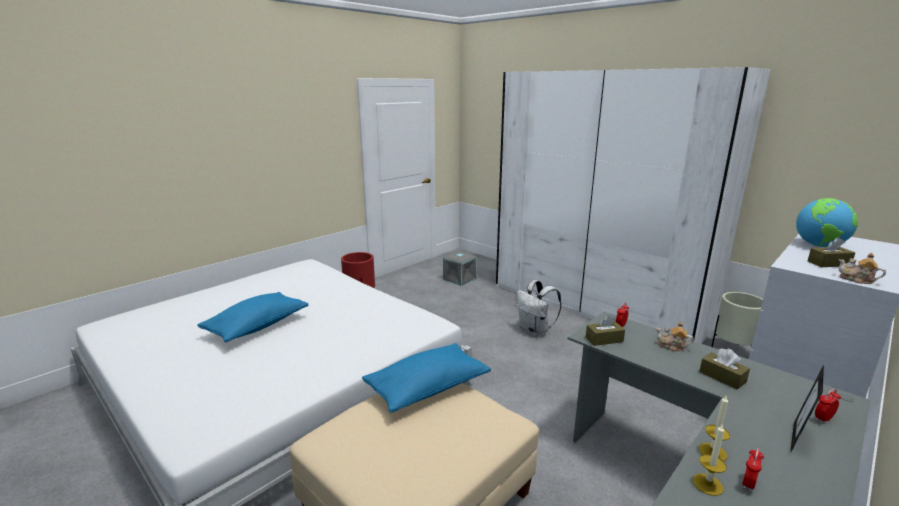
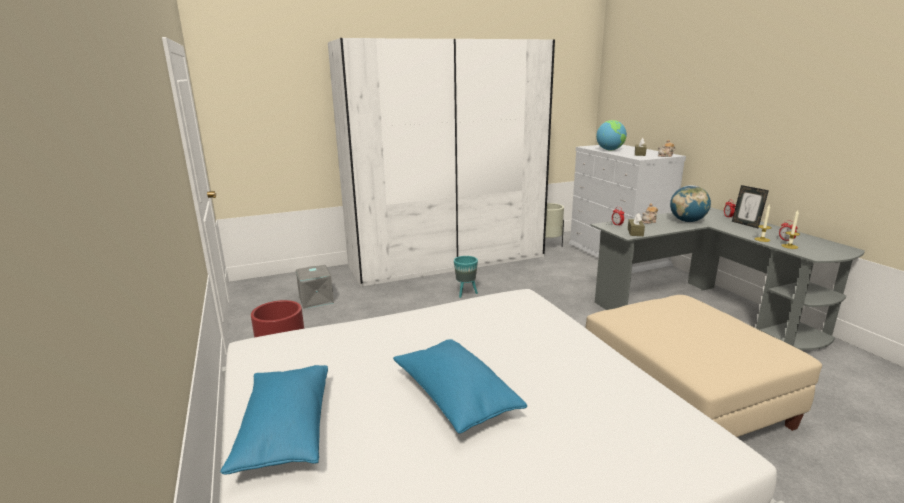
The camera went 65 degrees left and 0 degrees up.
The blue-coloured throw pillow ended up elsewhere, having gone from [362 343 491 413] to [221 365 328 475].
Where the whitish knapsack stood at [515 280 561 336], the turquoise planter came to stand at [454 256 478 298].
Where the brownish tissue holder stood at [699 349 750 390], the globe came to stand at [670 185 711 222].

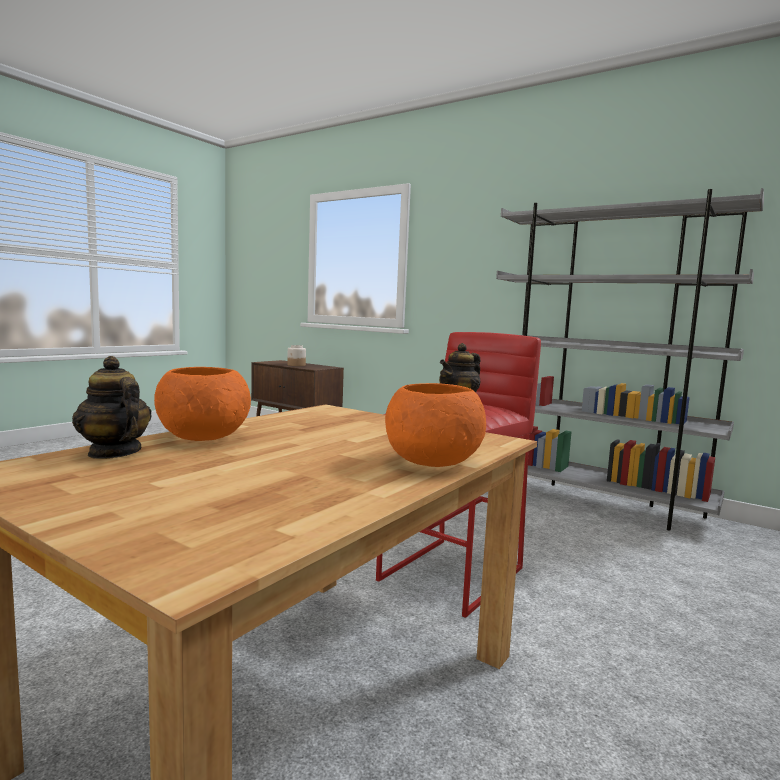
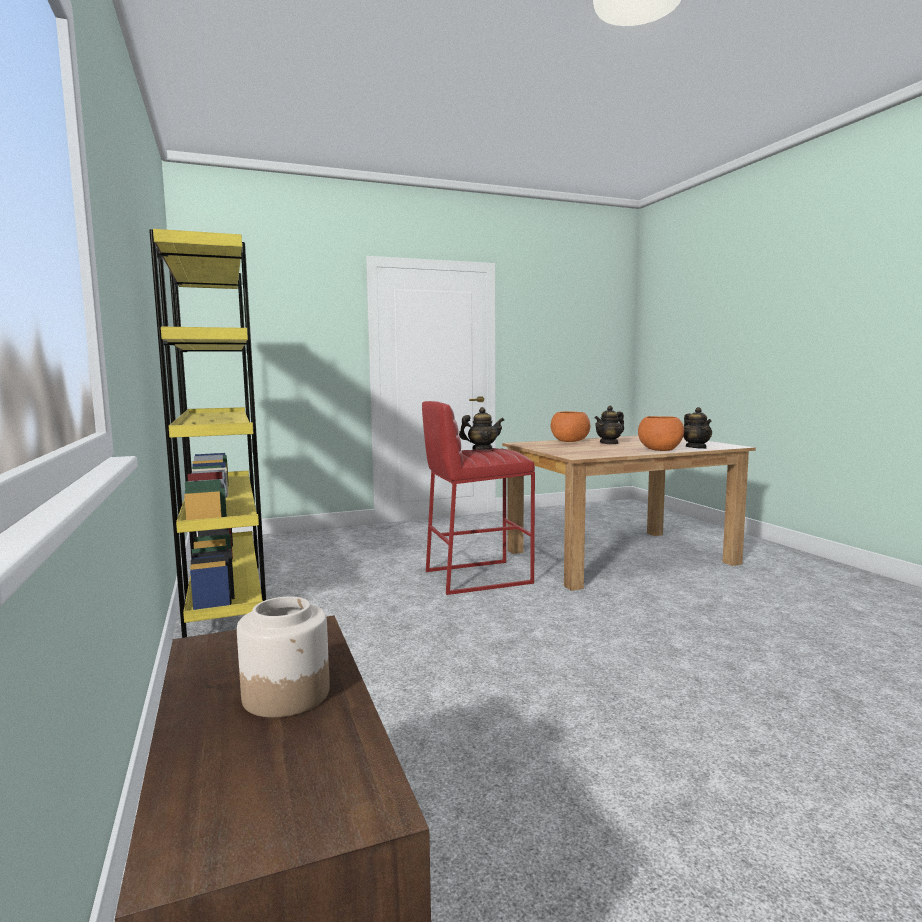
The camera went 145 degrees left and 0 degrees up.
What was the greyish shelving unit at [496 188 764 531] turned into the yellow-coloured shelving unit at [149 229 266 638].
The second view gained the tea pot at [595 406 624 444].

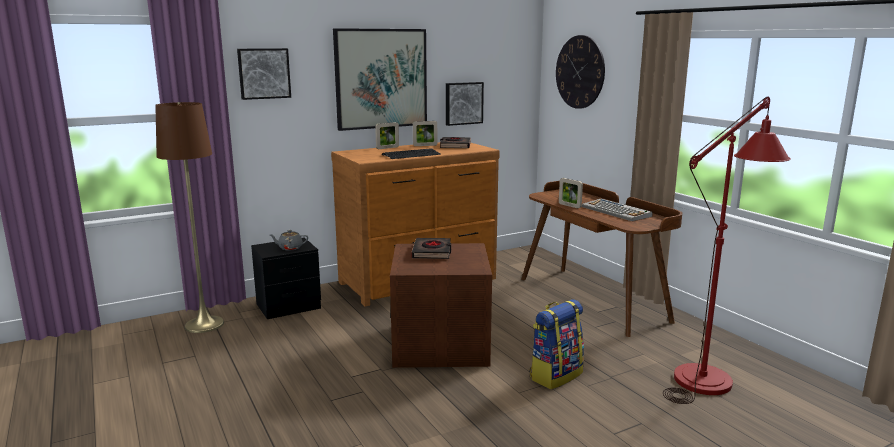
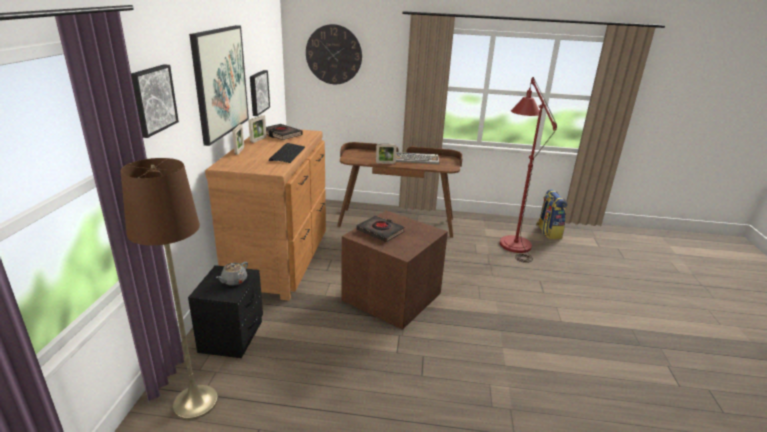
The camera went 55 degrees left and 10 degrees up.
The knapsack ended up elsewhere, having gone from [530 299 584 389] to [536 189 567 239].

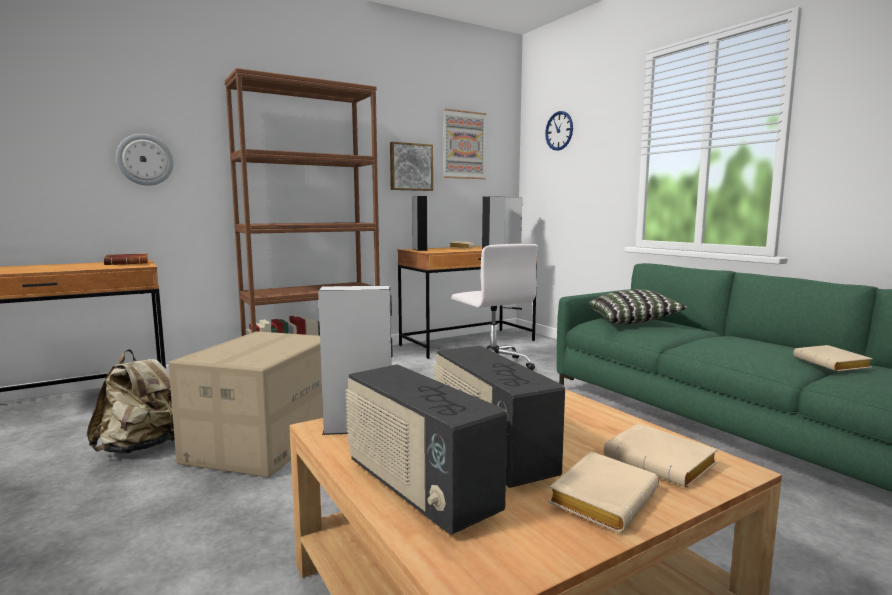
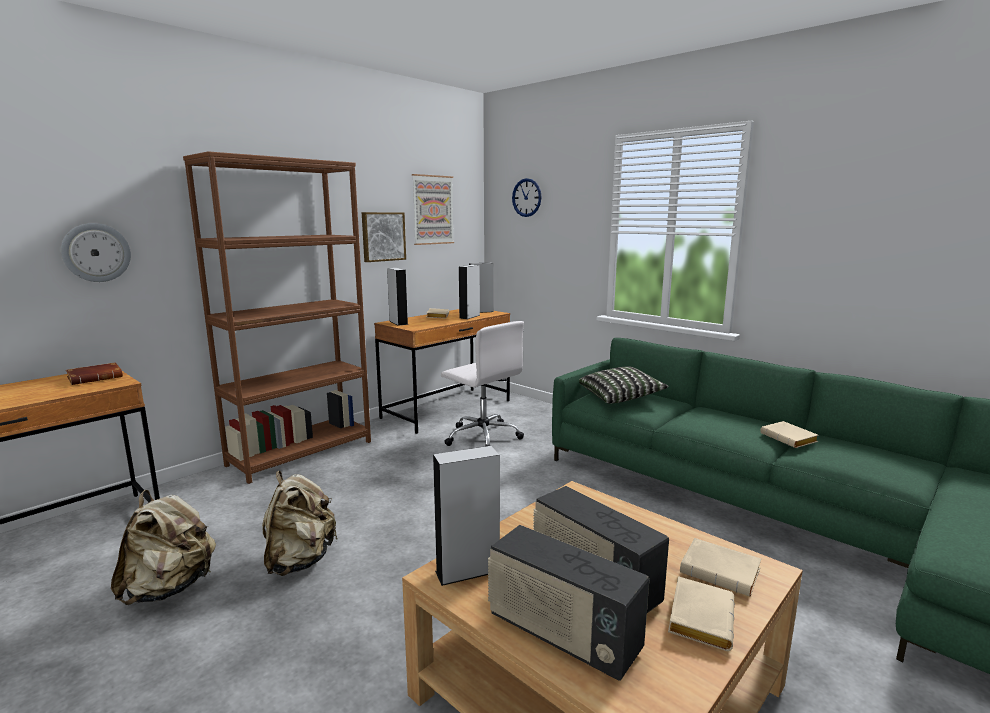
The camera went 15 degrees left and 5 degrees up.
Where the carton stood at [168 331 323 478], the sand-coloured knapsack came to stand at [262 471 338 576].

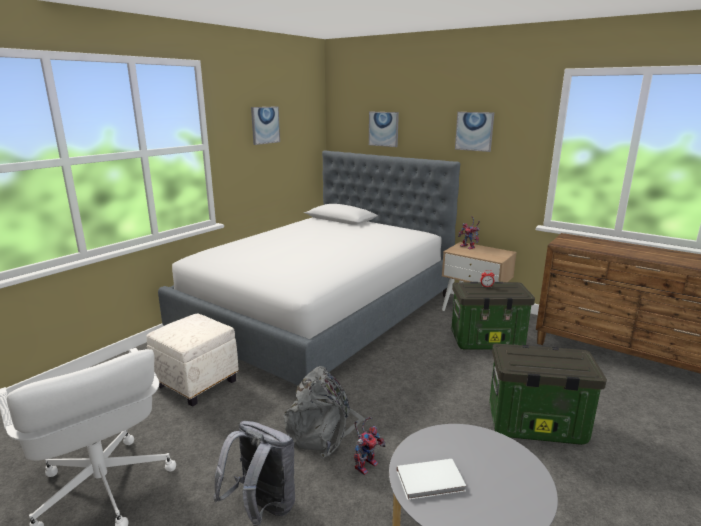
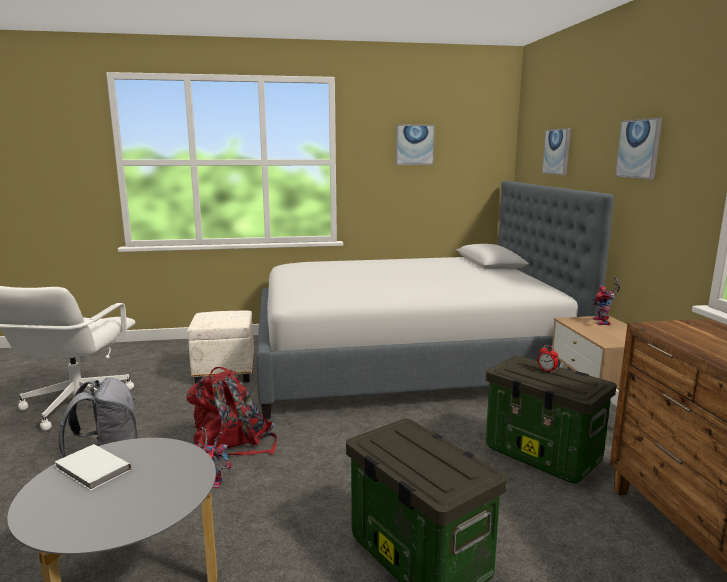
The camera went 45 degrees right and 5 degrees down.
What was the greyish knapsack at [284 366 368 458] turned into the reddish knapsack at [187 367 277 456].

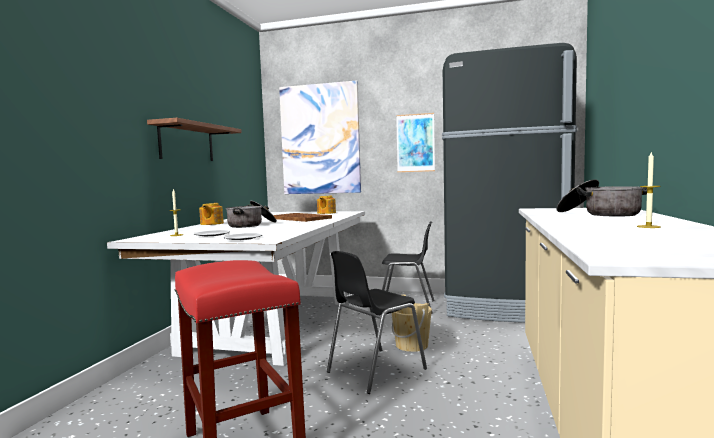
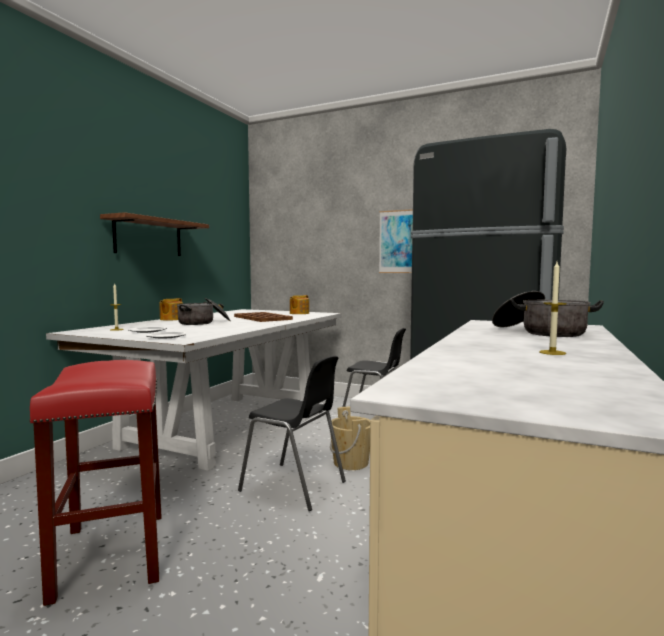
The camera went 10 degrees right and 0 degrees up.
The second view lost the picture at [279 80 361 194].
The black-coloured plain chair at [327 251 427 394] ended up facing another way, 120 degrees counterclockwise from before.

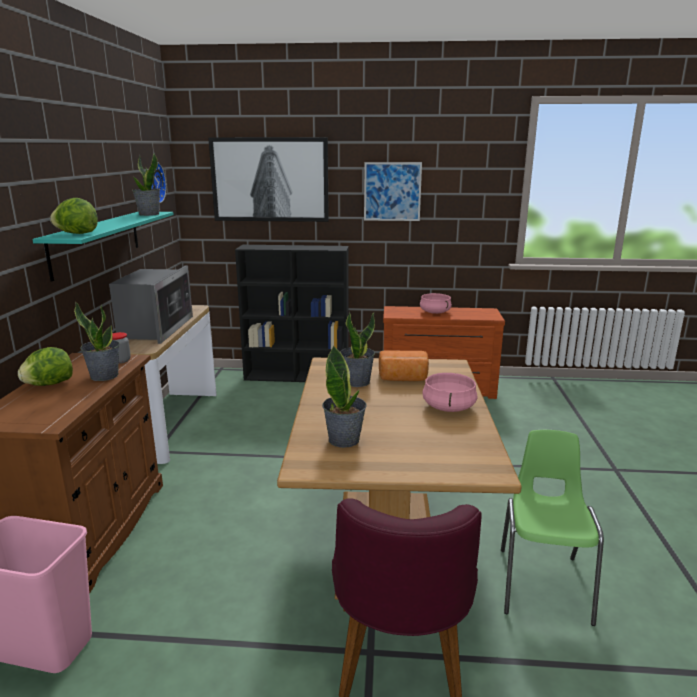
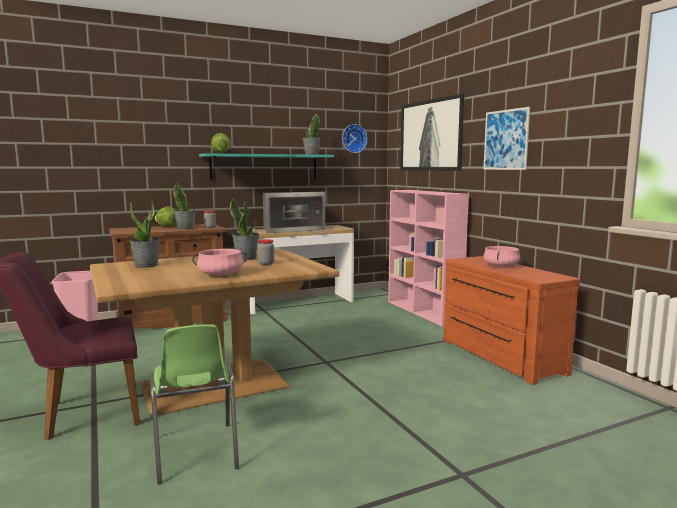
The camera went 60 degrees right and 10 degrees down.
What was the black-coloured shelving unit at [235 245 349 382] turned into the pink shelving unit at [388 190 469 326].
Where the baked bread stood at [379 350 429 381], the storage jar came to stand at [257 239 274 265].
The green plain chair at [501 430 604 626] ended up facing another way, 90 degrees clockwise from before.

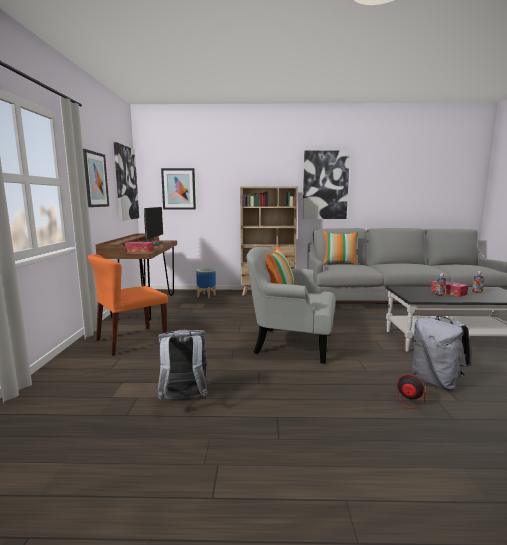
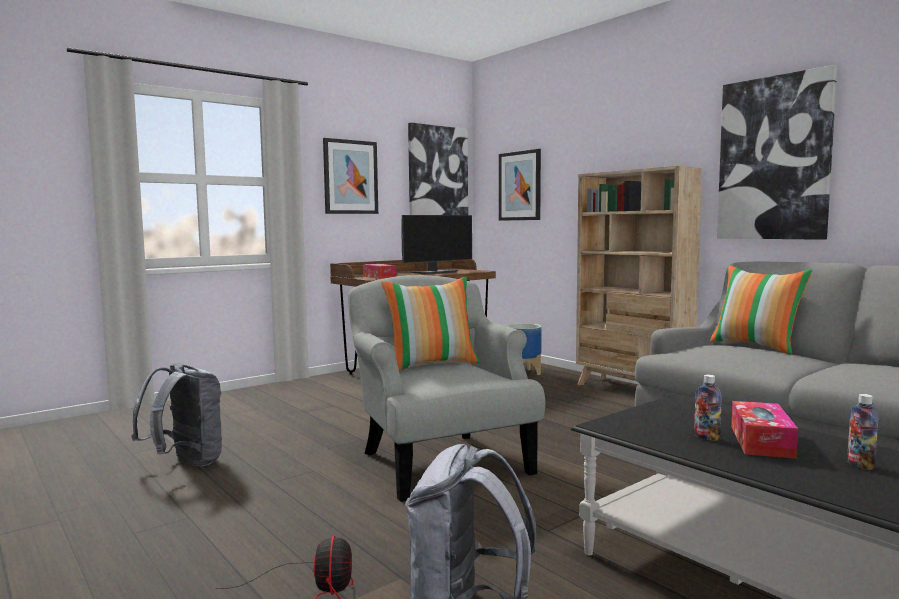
The camera went 50 degrees right and 5 degrees down.
The second view lost the orange plain chair at [88 254 168 356].

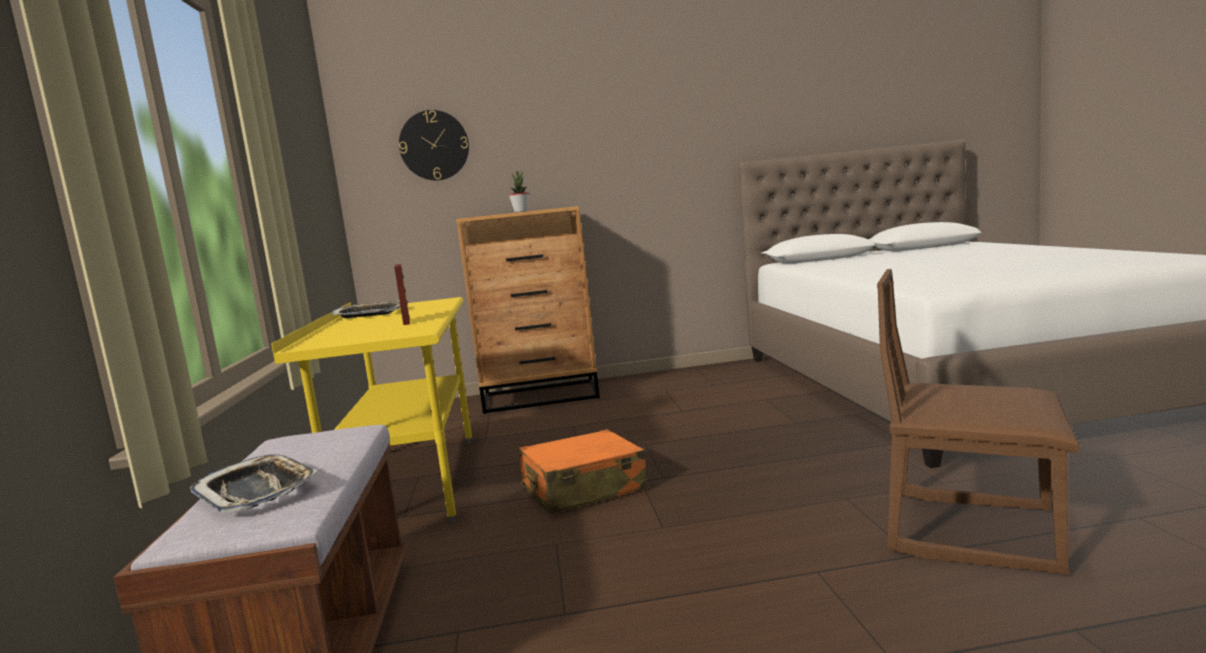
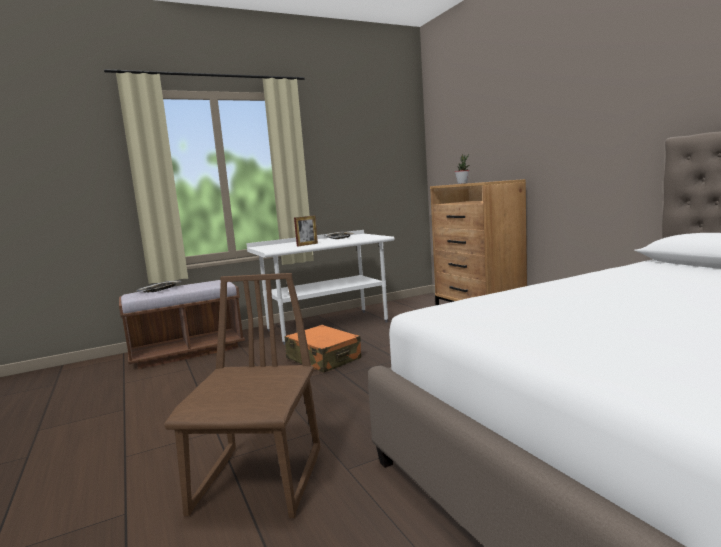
The camera went 70 degrees right and 0 degrees up.
What was the yellow-coloured desk at [271 297 472 523] turned into the whitish desk at [246 230 394 345].
The second view lost the hanging clock at [399 110 469 180].

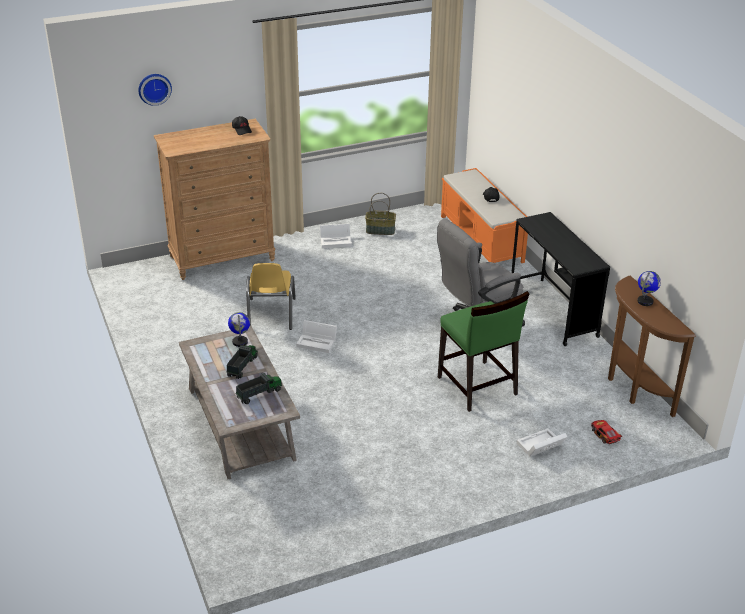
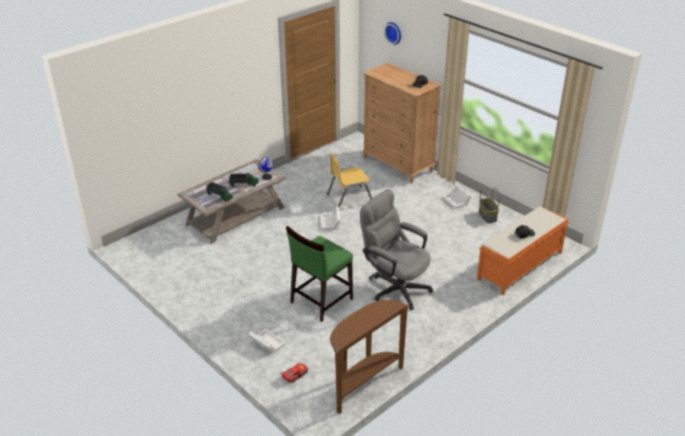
The camera went 70 degrees right and 0 degrees up.
The second view lost the black-coloured desk at [511 212 610 346].
The second view lost the globe at [637 271 661 306].

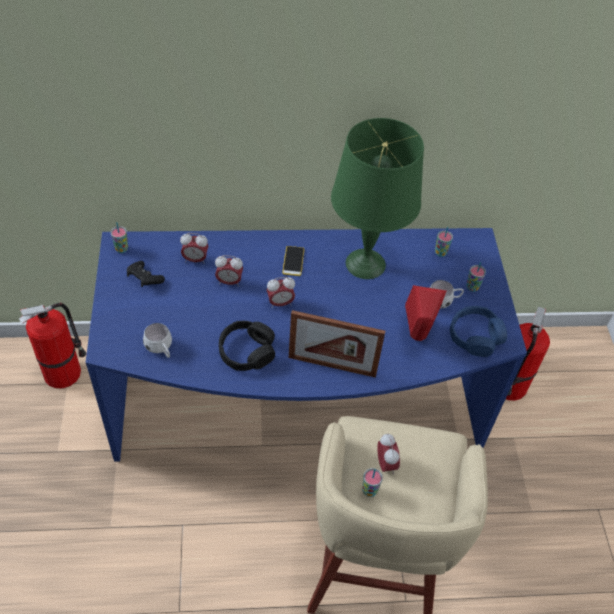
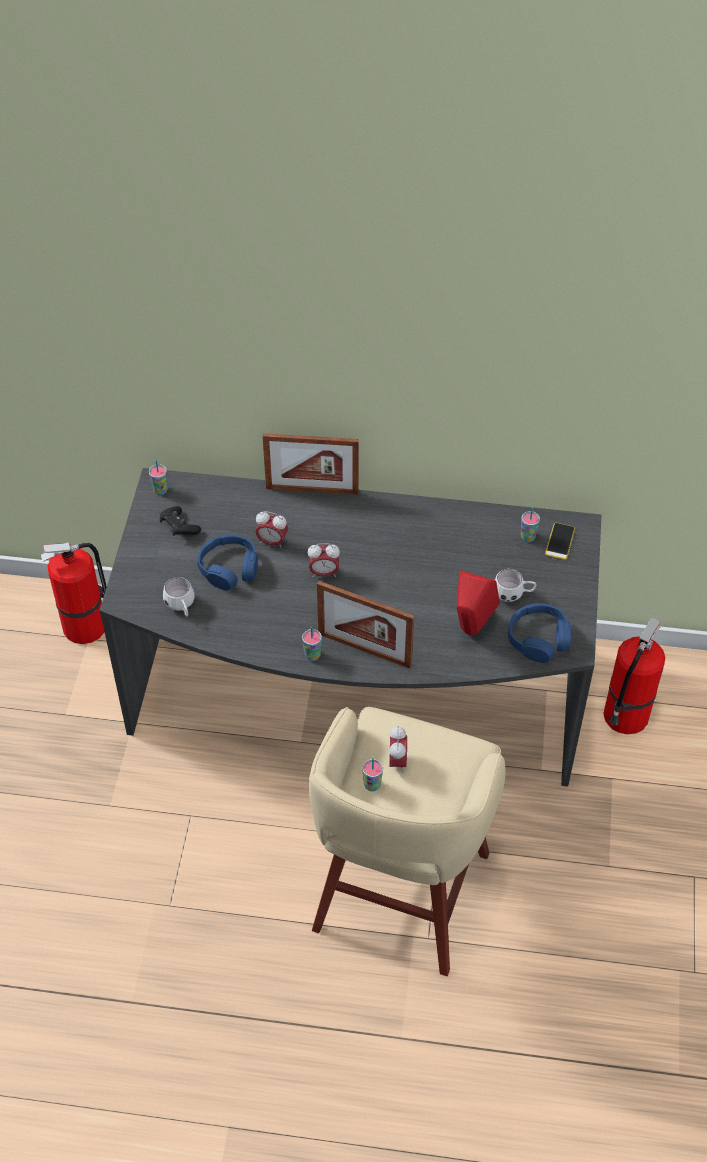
The camera went 15 degrees right and 0 degrees up.
What was the blue-coloured desk at [86 228 527 462] turned into the greyish desk at [100 468 601 787].
The second view lost the bedside clock at [180 233 208 264].
The second view lost the black-coloured headphones at [219 321 275 371].
The phone ended up elsewhere, having gone from [282 246 305 276] to [545 523 575 560].
The second view lost the green lamp for a table at [331 118 424 279].
The cup ended up elsewhere, having gone from [466 262 486 292] to [302 627 322 661].
The second view gained the blue-coloured headphones at [198 534 258 590].
The second view gained the picture frame at [263 433 359 495].

